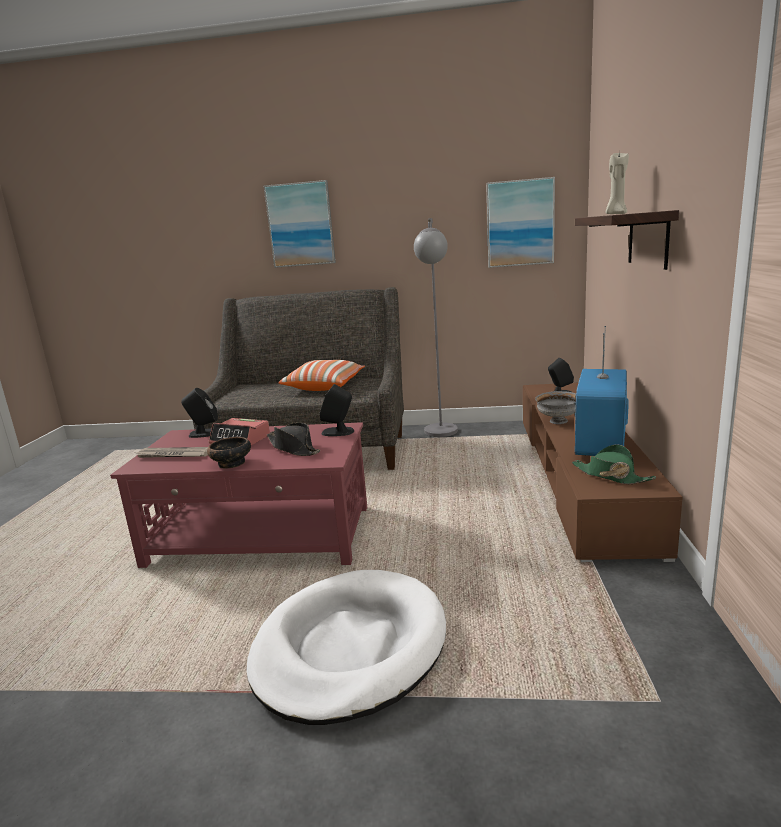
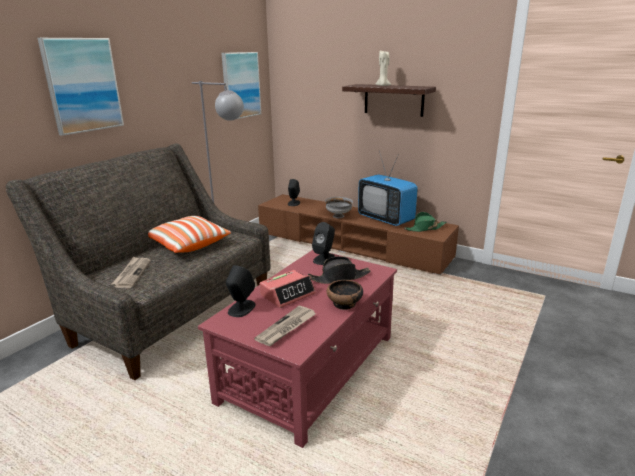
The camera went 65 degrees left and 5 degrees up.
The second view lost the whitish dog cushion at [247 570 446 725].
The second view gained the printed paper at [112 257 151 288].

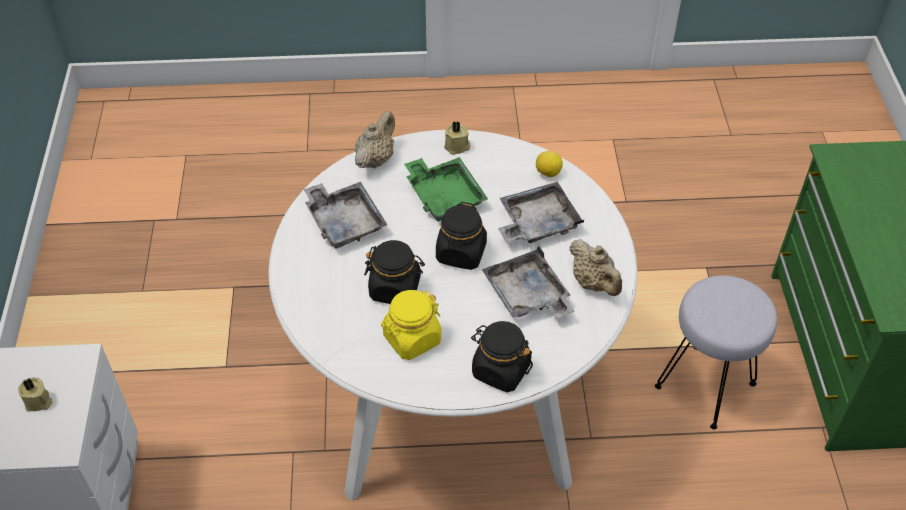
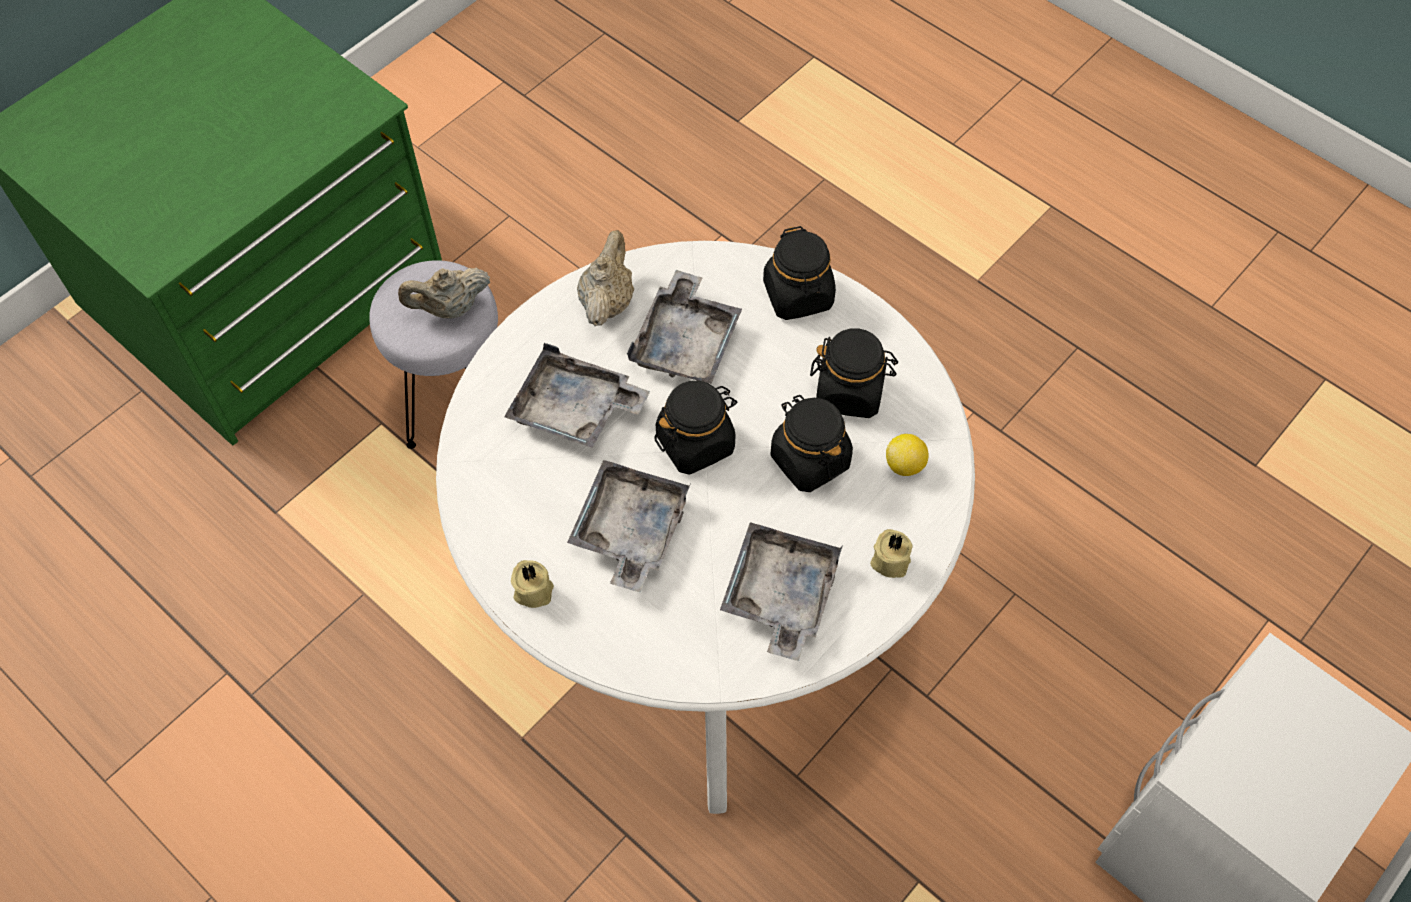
The camera went 135 degrees left and 10 degrees up.
The sand-coloured wax light ended up elsewhere, having gone from [18 377 52 412] to [870 529 913 578].
The sand-coloured tea pot ended up elsewhere, having gone from [355 111 395 169] to [398 268 490 319].
What was the yellow-coloured storage jar at [381 290 441 360] turned into the black-coloured storage jar at [810 328 898 418].
What was the green tray at [404 157 488 221] turned into the greyish tray at [567 460 691 592].
The lemon ended up elsewhere, having gone from [536 151 563 178] to [886 434 928 476].

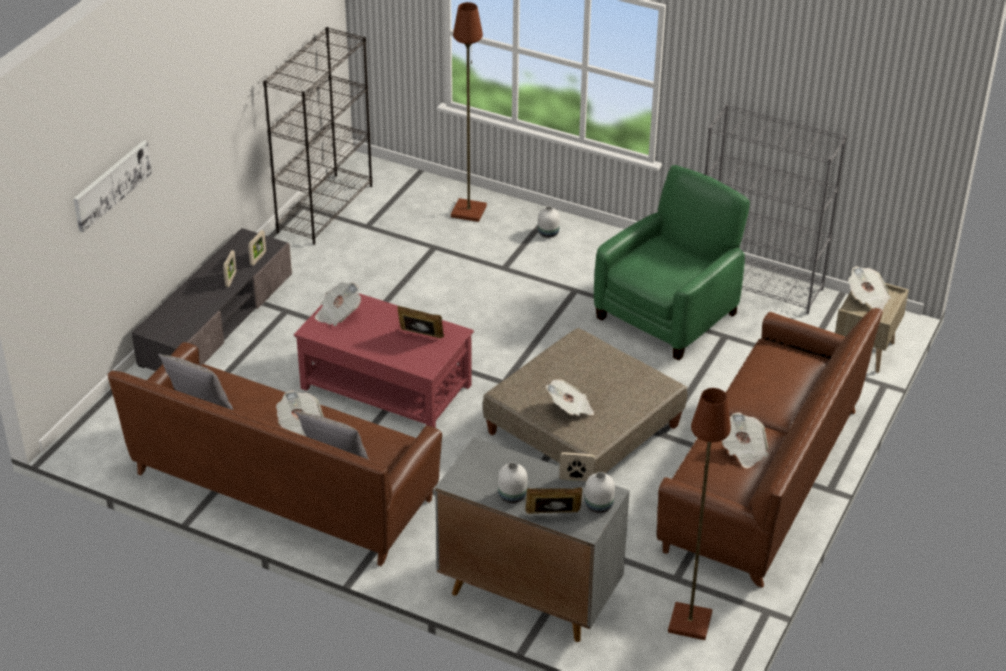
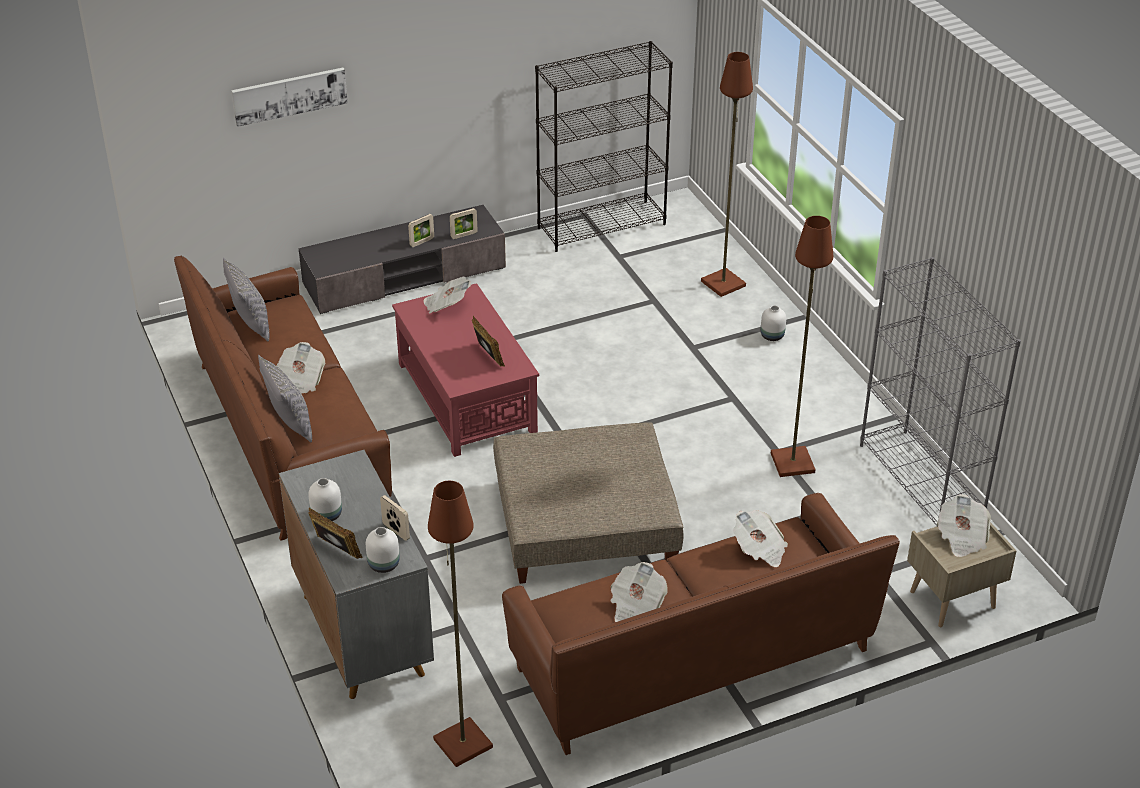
The camera went 40 degrees right and 0 degrees up.
The printed paper ended up elsewhere, having gone from [546 379 595 416] to [733 510 788 567].
Where the green lounge chair stood at [594 165 750 361], the brownish standard lamp came to stand at [771 216 834 477].

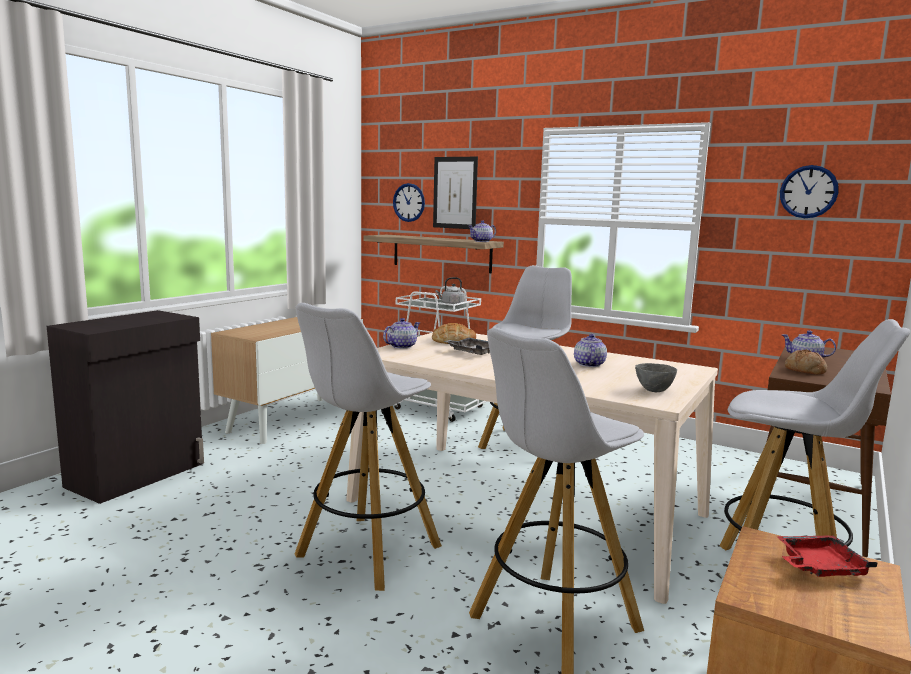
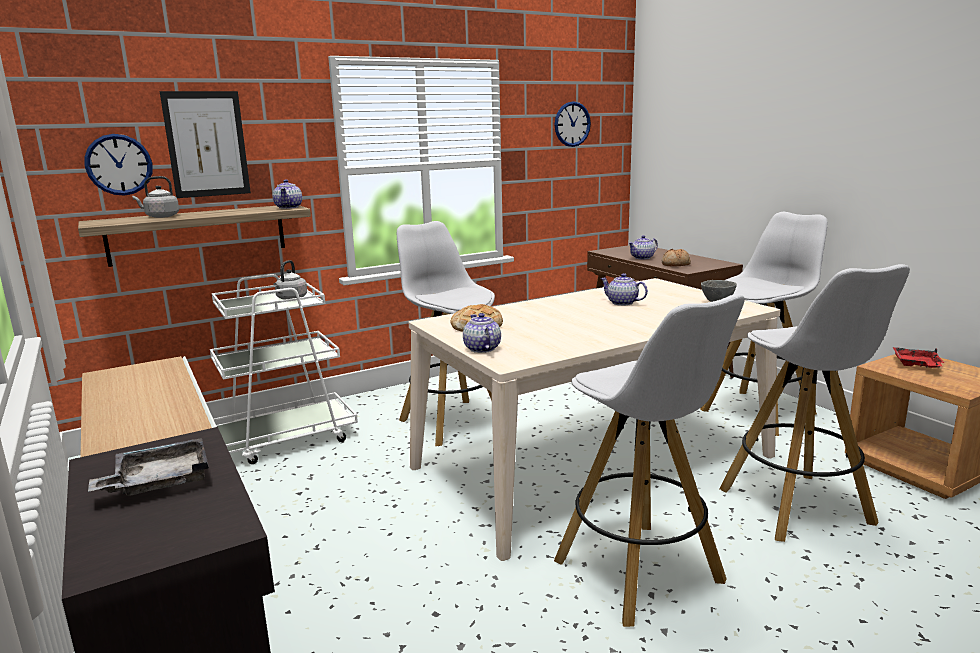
The camera went 60 degrees left and 5 degrees up.
The greyish tray ended up elsewhere, having gone from [443 338 490 355] to [88 438 209 496].
The second view gained the greyish kettle at [132 176 179 218].

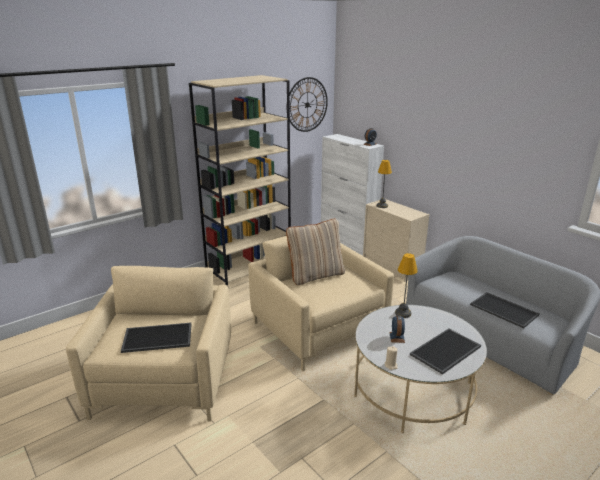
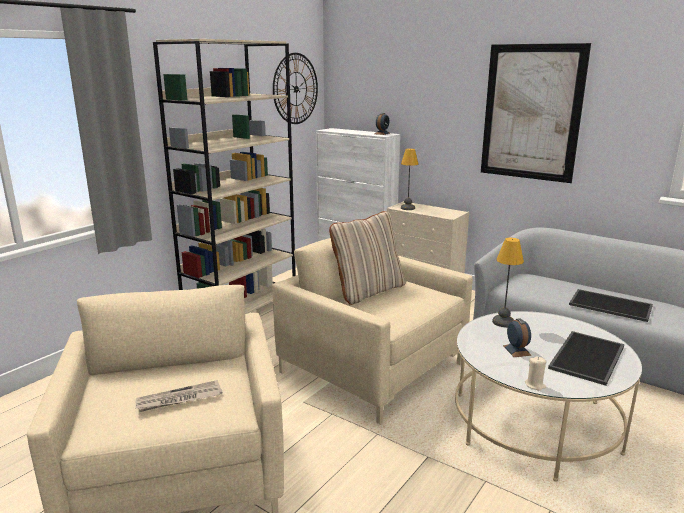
The camera went 15 degrees left and 5 degrees down.
Where the tray stood at [121 323 192 353], the printed paper came to stand at [135 380 223 412].
The second view gained the picture at [481 43 591 183].

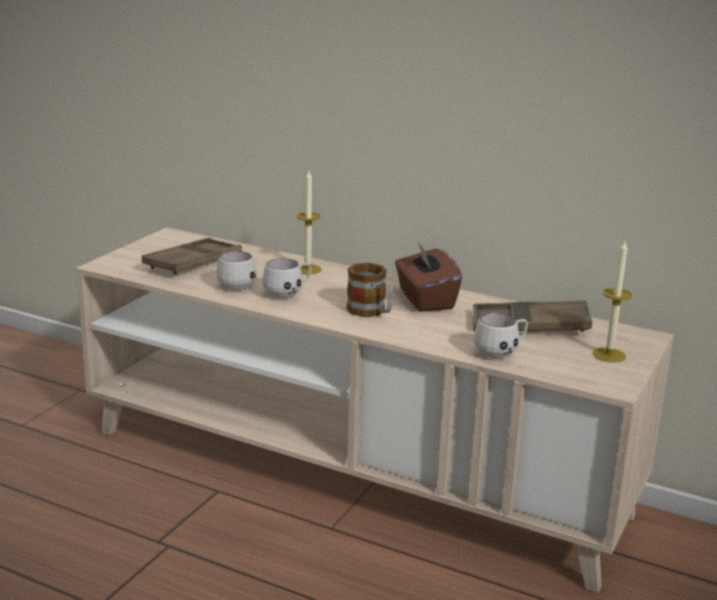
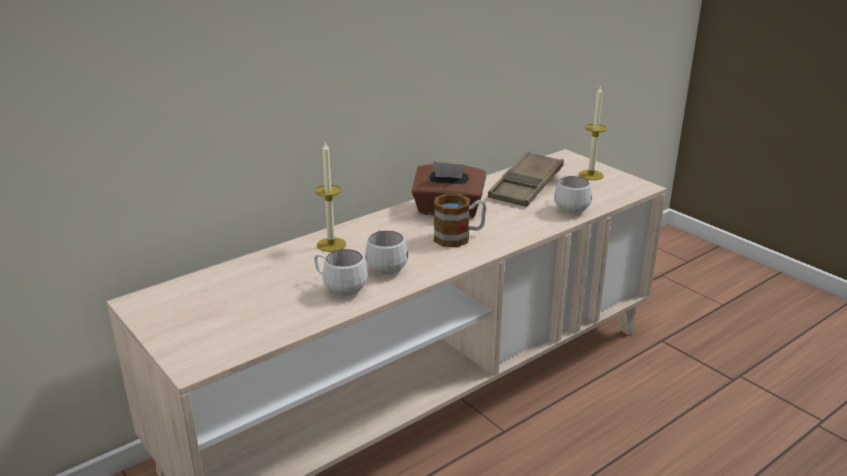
The camera went 65 degrees left and 5 degrees up.
The second view lost the brownish tray at [142 238 242 275].

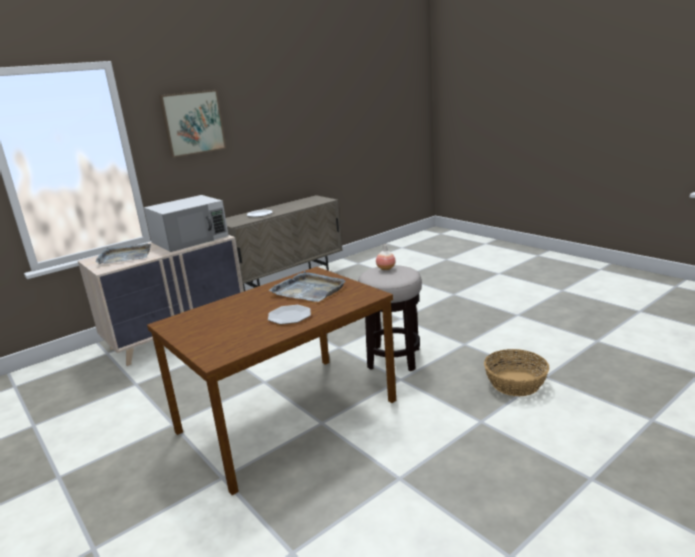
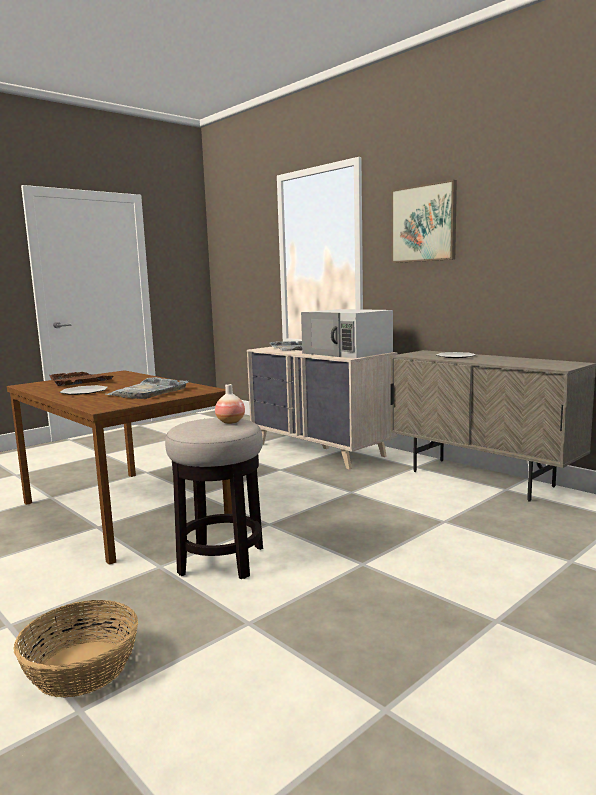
The camera went 85 degrees right and 10 degrees down.
The second view gained the brownish tray at [49 372 113 386].

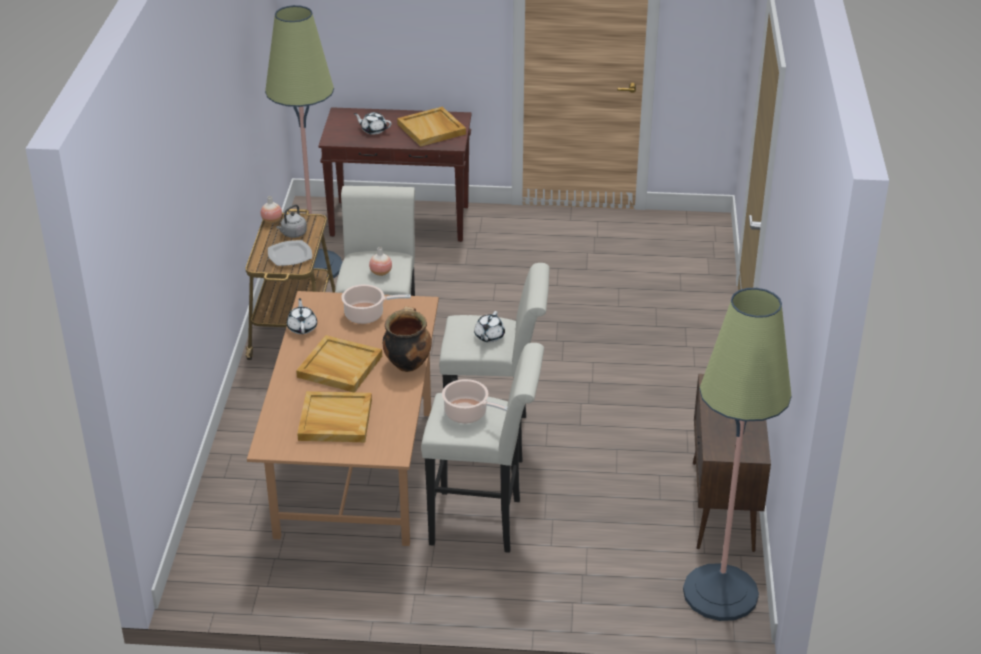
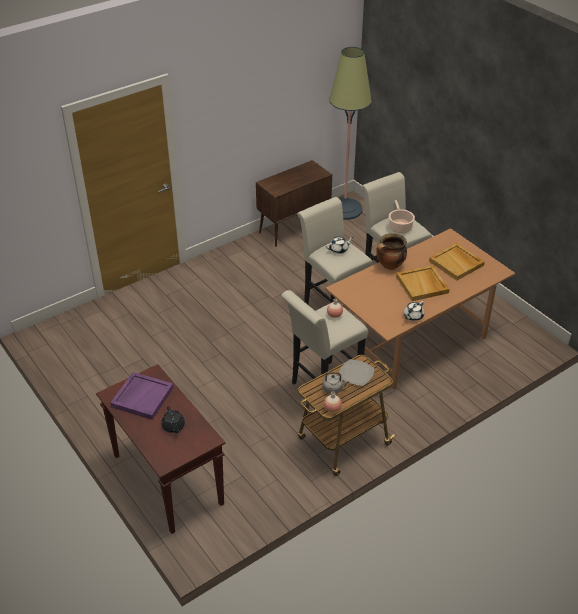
The camera went 130 degrees left and 5 degrees up.
The second view lost the standard lamp at [265 5 342 283].
The second view lost the cooking pot at [341 284 411 324].
What was the whitish tea pot at [354 112 392 135] turned into the black-coloured tea pot at [161 406 185 433].
What was the sand-coloured tray at [397 107 466 147] turned into the purple tray at [110 372 174 420].

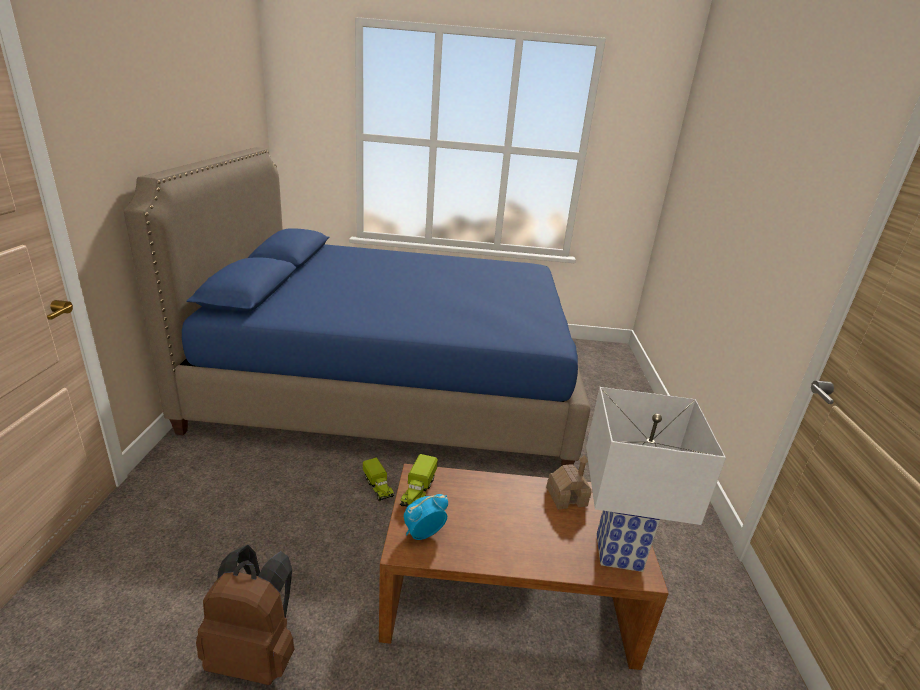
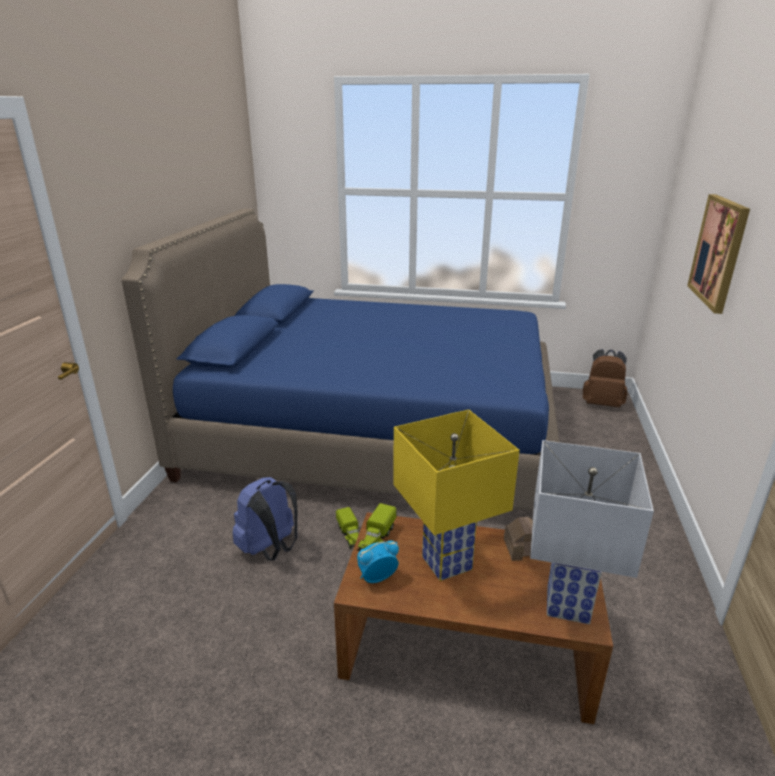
The camera went 10 degrees right and 0 degrees up.
The brownish knapsack ended up elsewhere, having gone from [196 545 295 685] to [583 349 628 407].
The second view gained the blue-coloured knapsack at [232 477 298 560].
The second view gained the yellow-coloured lamp for a table at [393 410 520 581].
The second view gained the picture at [687 194 750 314].

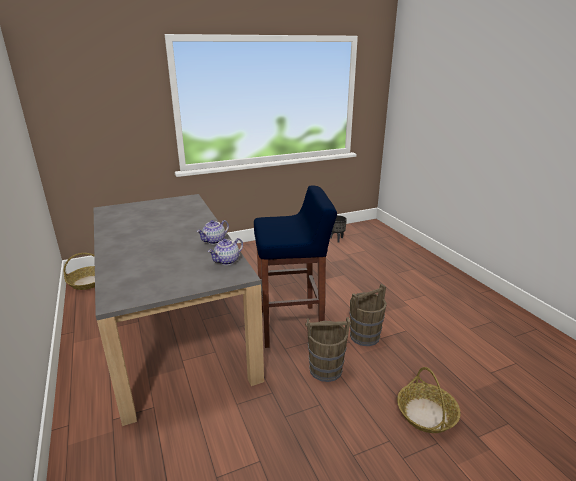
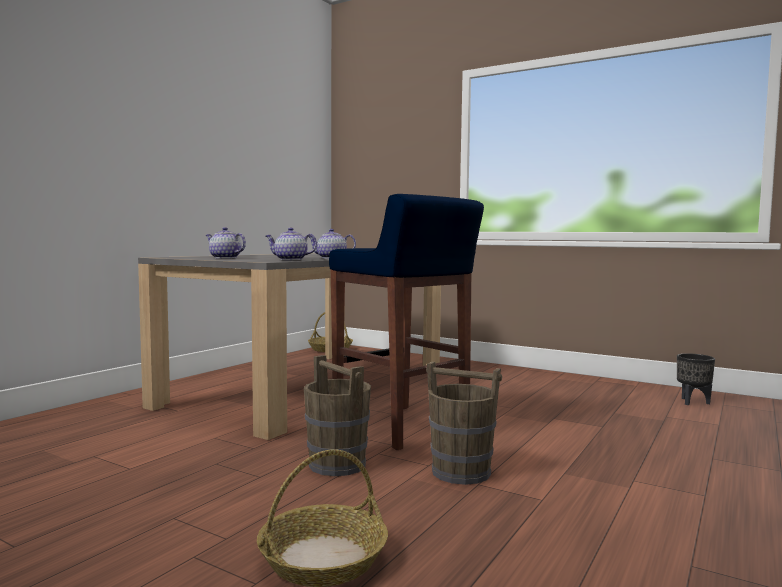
The camera went 55 degrees right and 20 degrees down.
The second view gained the tea pot at [206 227 246 259].

